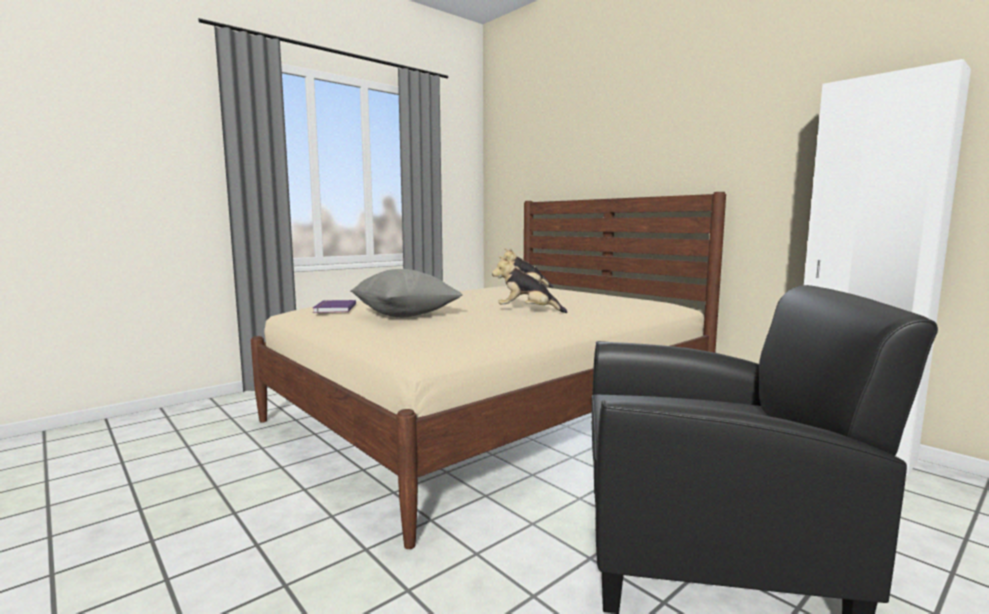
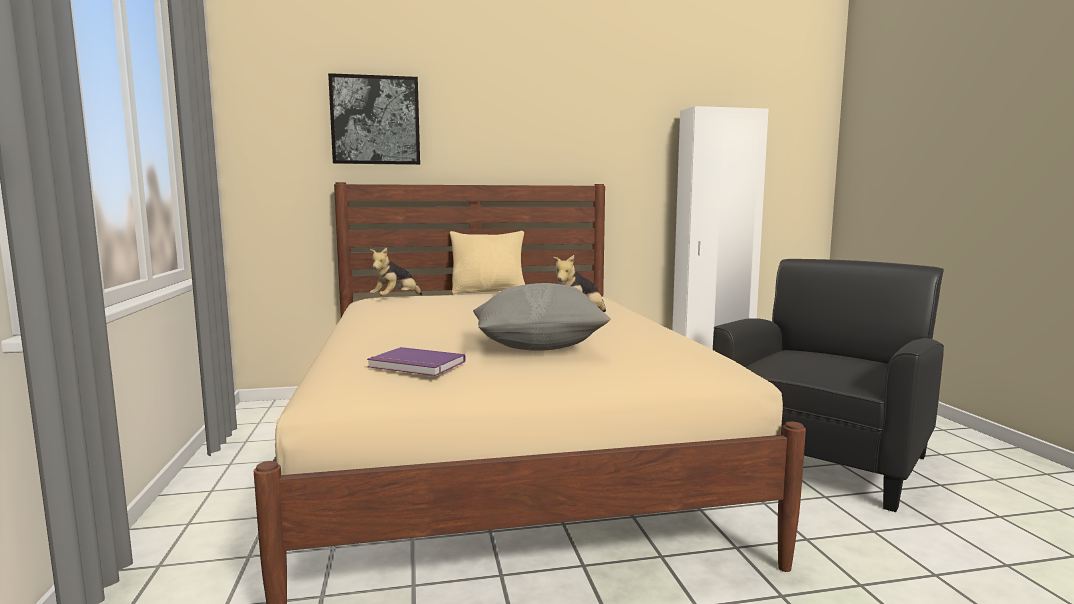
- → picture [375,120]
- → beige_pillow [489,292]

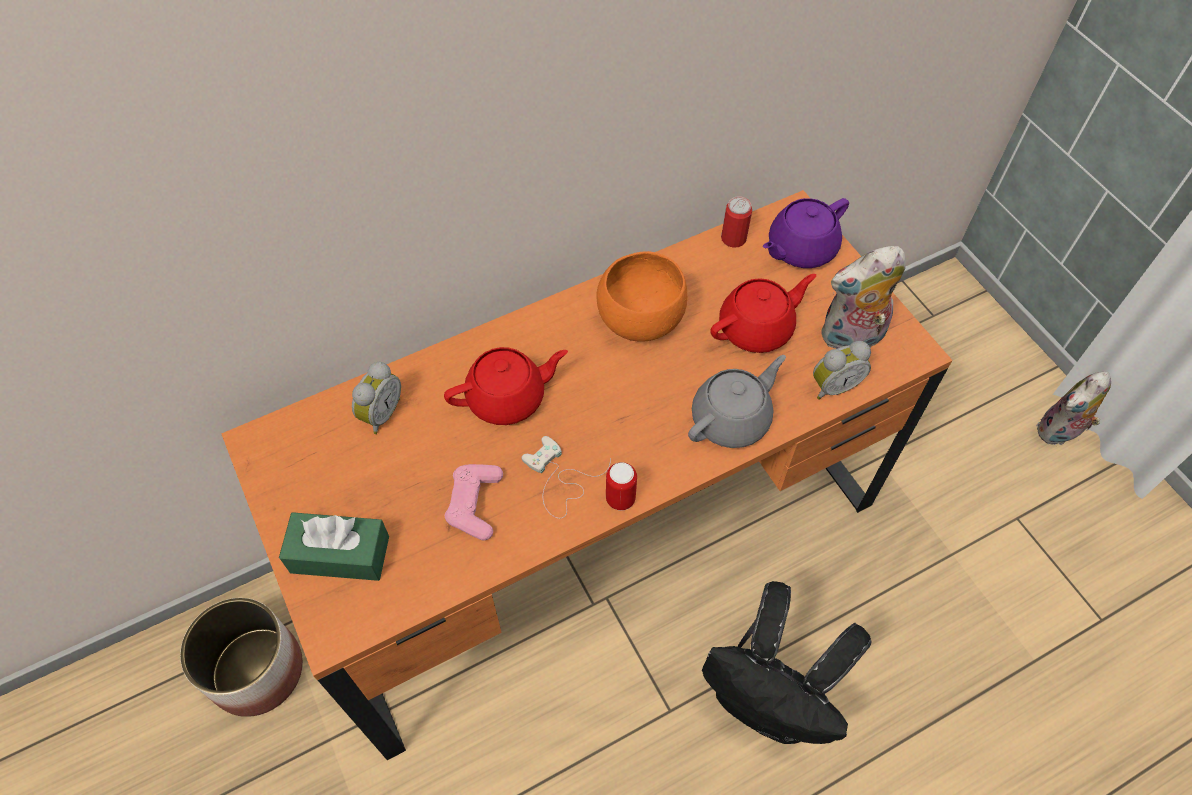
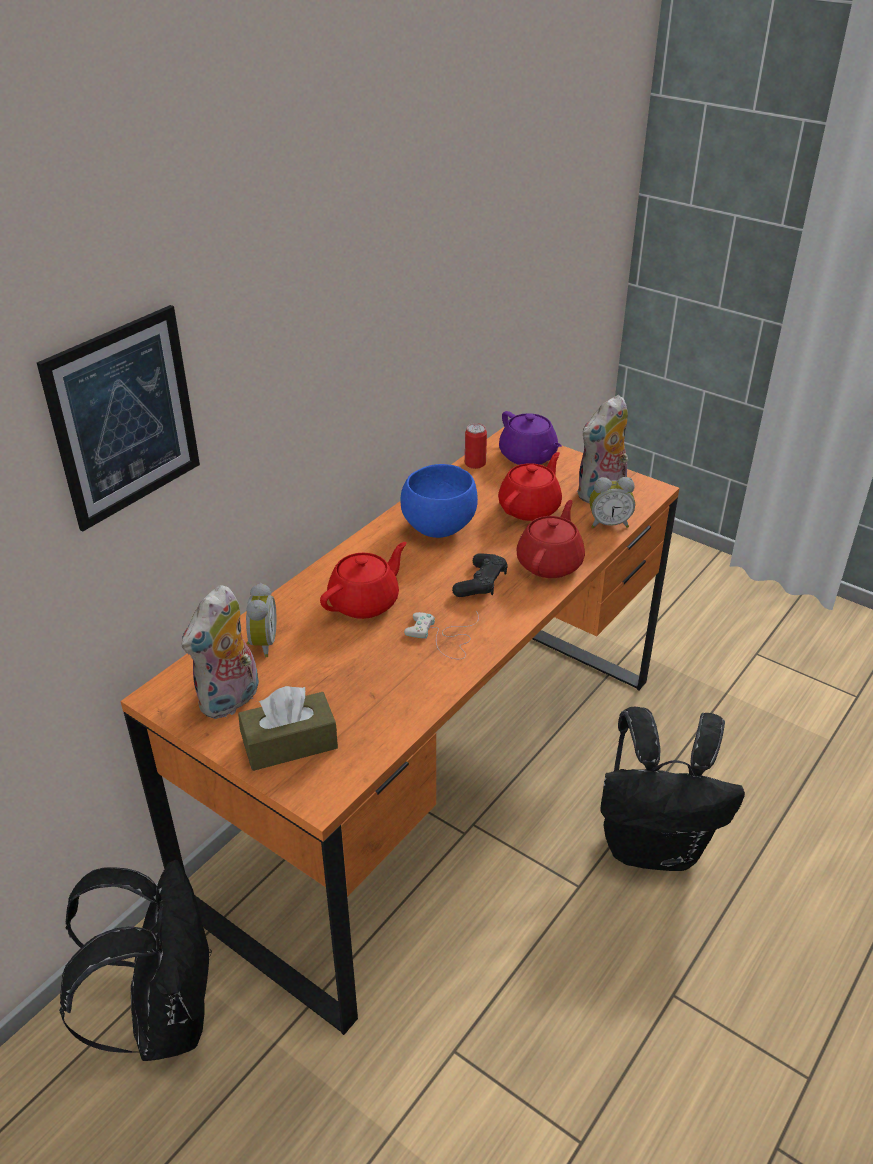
- → picture [124,418]
planter [256,669] → black_backpack [164,1015]
plush_toy [1059,432] → plush_toy [231,701], relocated
green_tissue_box [340,554] → brown_tissue_box [290,744]
orange_bowl [638,320] → blue_bowl [437,527]
- → black_game_controller [481,583]
purple_teapot [800,249] → purple_teapot [528,456], 60 degrees counterclockwise
grey_teapot [732,419] → red_teapot [550,563]
alarm_clock [833,385] → alarm_clock [608,523], 45 degrees clockwise
pink_game_controller [475,504] → -
can [620,499] → -

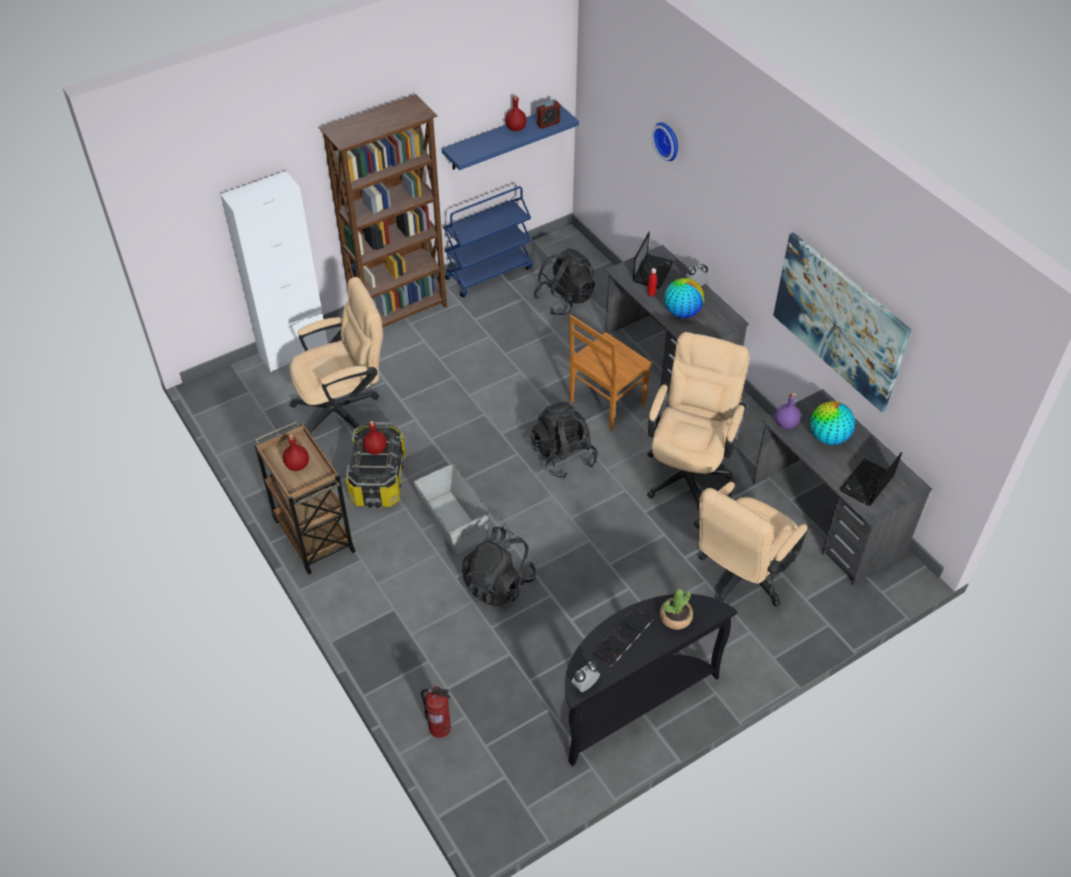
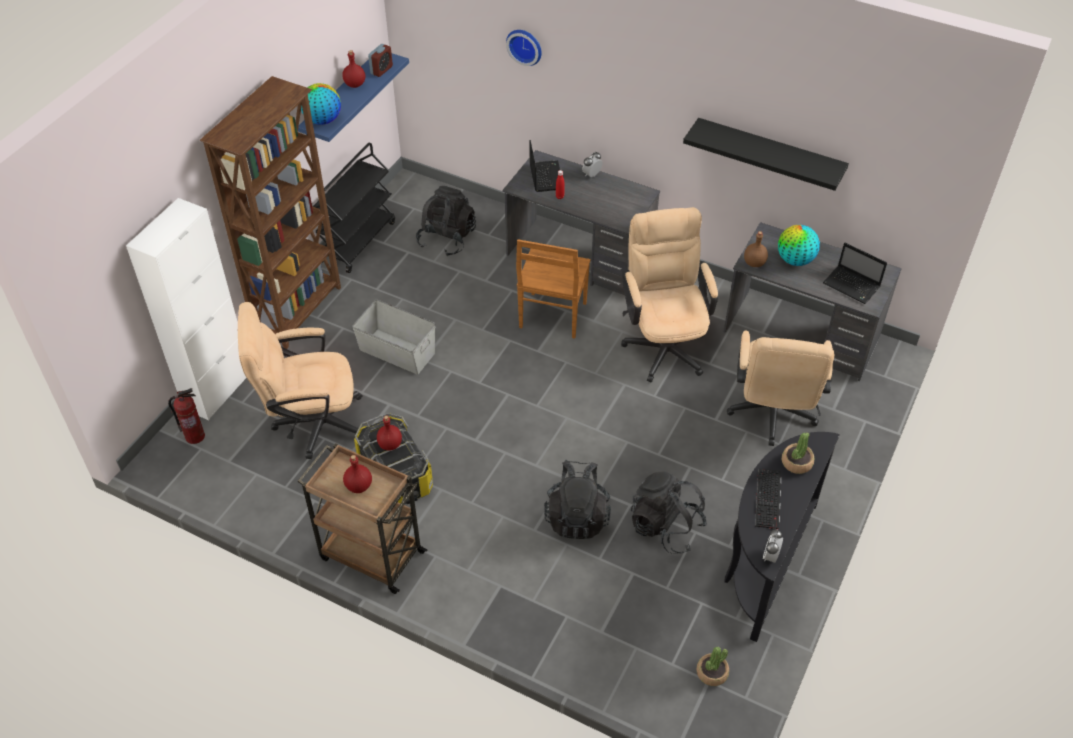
fire_extinguisher [440,727] → fire_extinguisher [195,436], relocated
beige_office_chair [344,408] → beige_office_chair [311,423], 135 degrees counterclockwise
globe [682,312] → globe [322,120], relocated
blue_cart [489,273] → black_cart [357,241]
grey_storage_box [453,521] → grey_storage_box [397,351], relocated
black_backpack [563,456] → black_backpack [665,527], relocated
picture [839,321] → black_shelf [769,153]
- → potted_plant [712,673]
purple_bottle [786,423] → brown_bottle [754,263]
laptop [866,484] → laptop [852,286], 60 degrees counterclockwise

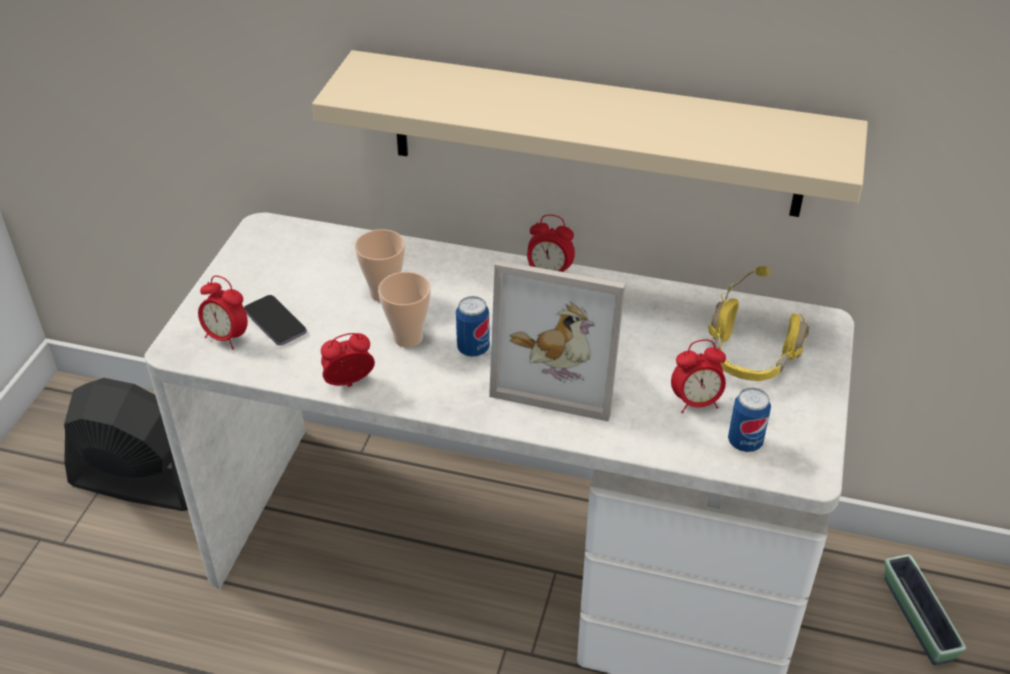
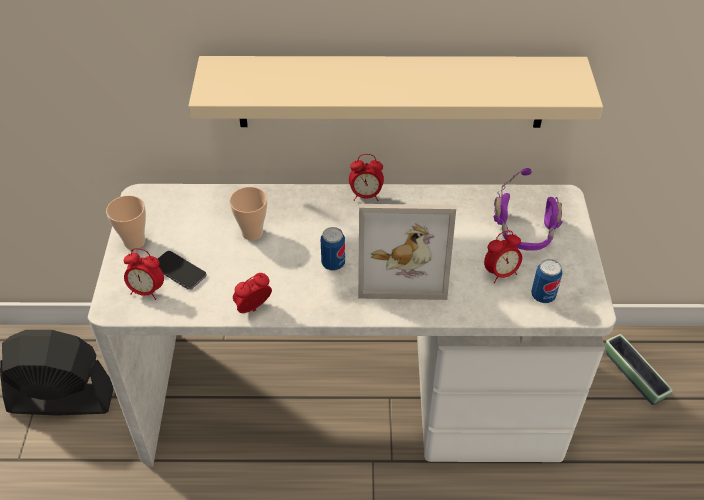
cup [408,338] → cup [134,242], relocated
yellow_headphones [751,357] → purple_headphones [525,232]

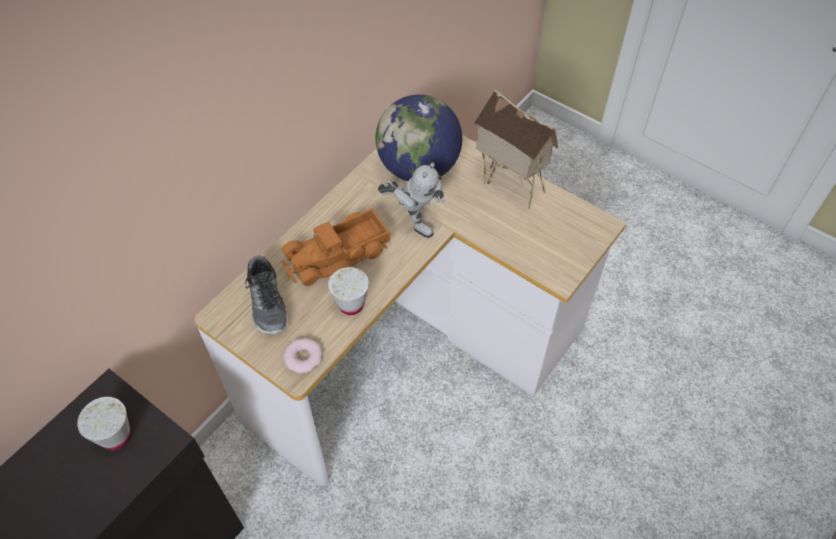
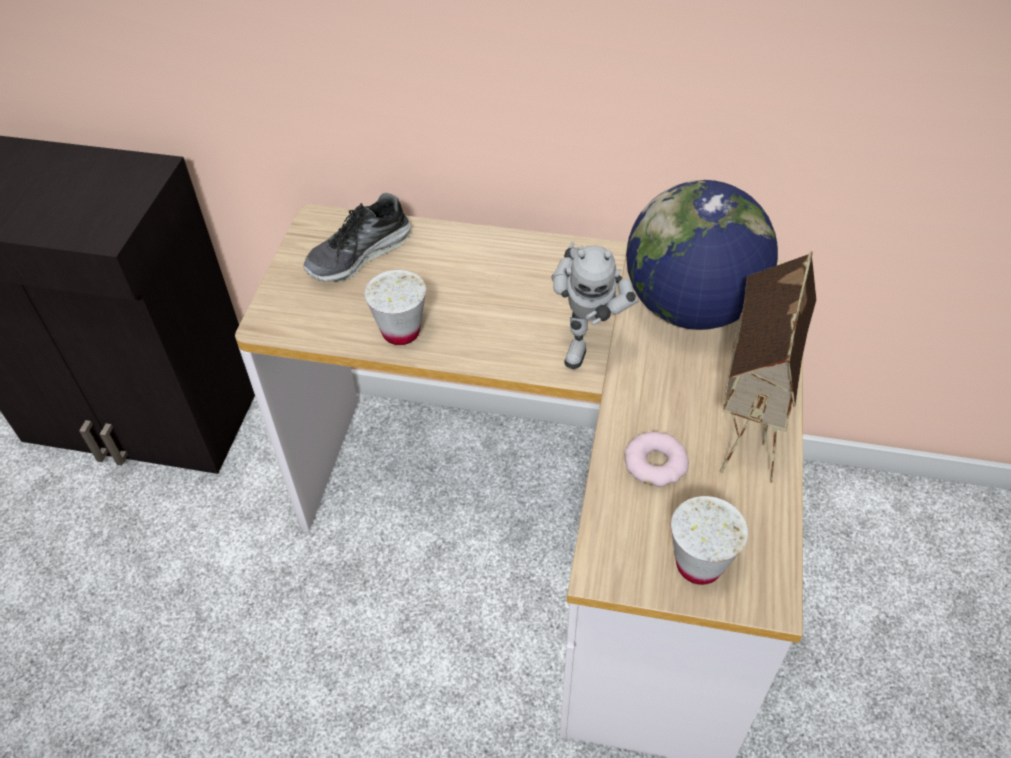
donut [303,357] → donut [655,463], relocated
white_cup [116,437] → white_cup [699,564], relocated
toy_truck [338,256] → -

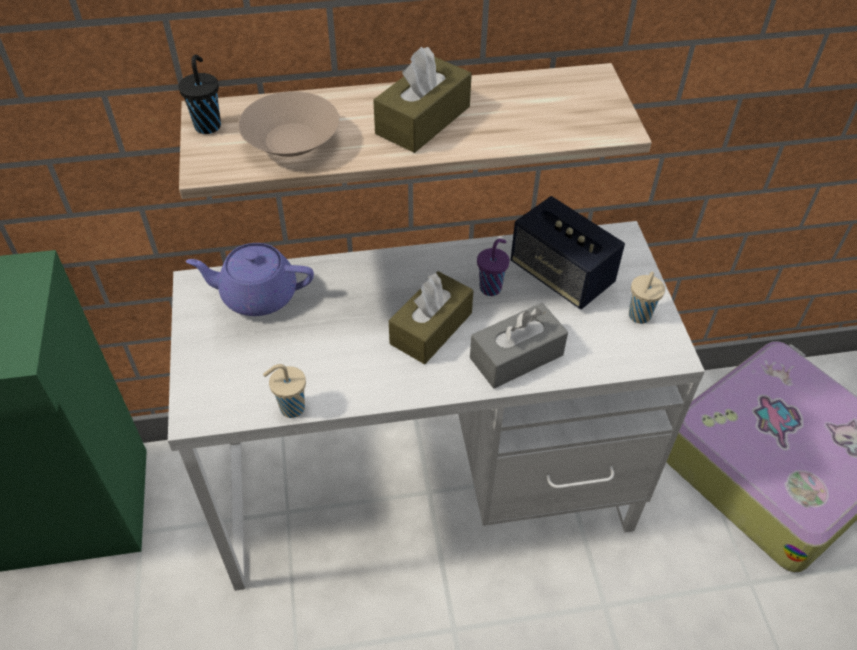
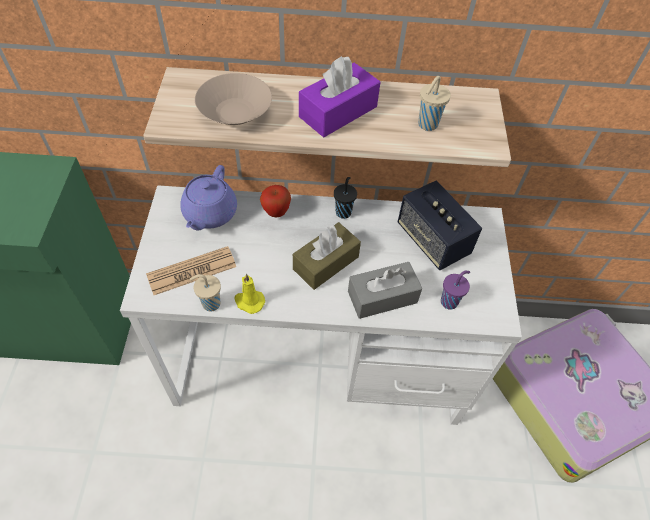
- → newspaper [192,271]
purple_teapot [257,295] → purple_teapot [209,214], 90 degrees counterclockwise
- → yellow_candle [249,301]
- → apple [276,212]
brown_tissue_box [423,120] → purple_tissue_box [338,112]
black_cup [208,125] → black_cup [343,212], relocated
beige_cup [639,316] → beige_cup [427,125], relocated
purple_cup [491,287] → purple_cup [450,301], relocated

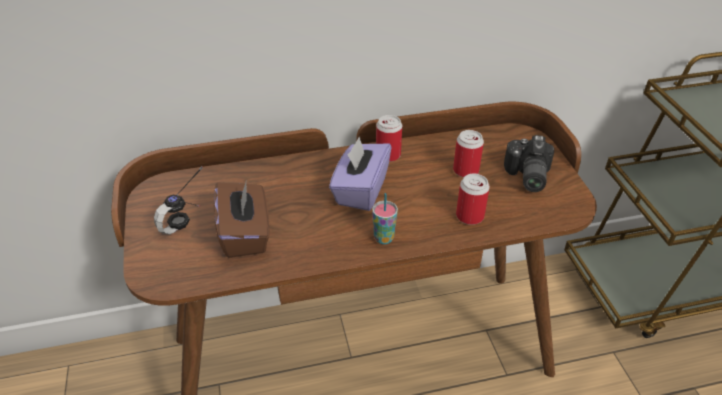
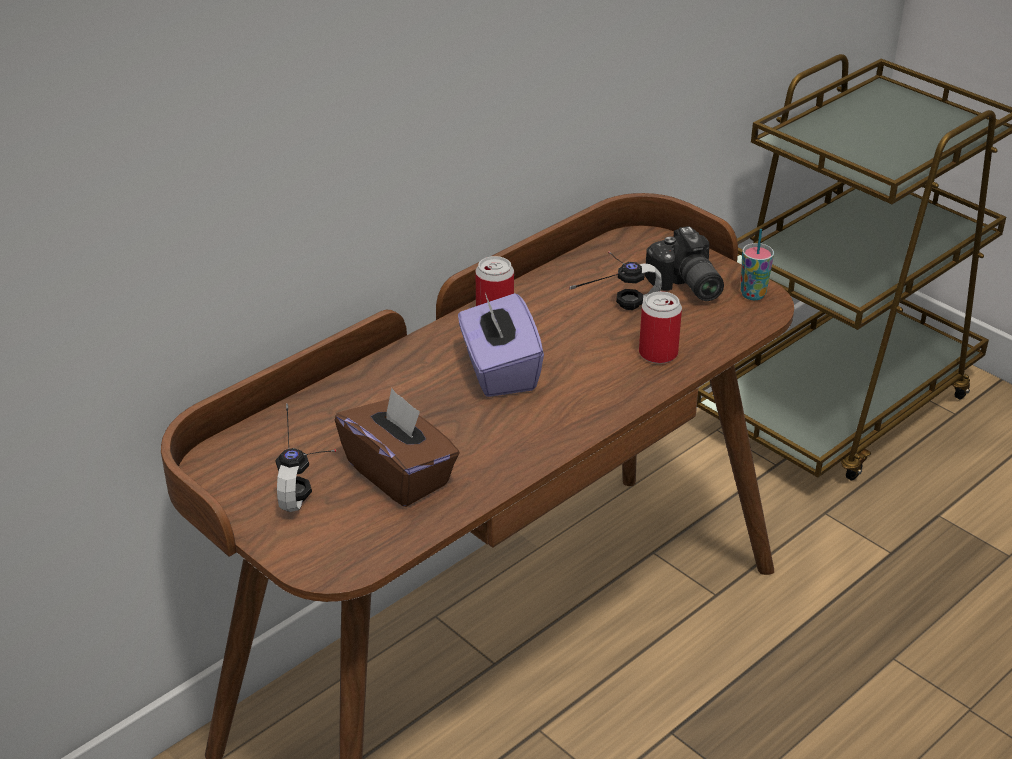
can [465,170] → headphones [609,303]
cup [384,238] → cup [753,294], relocated

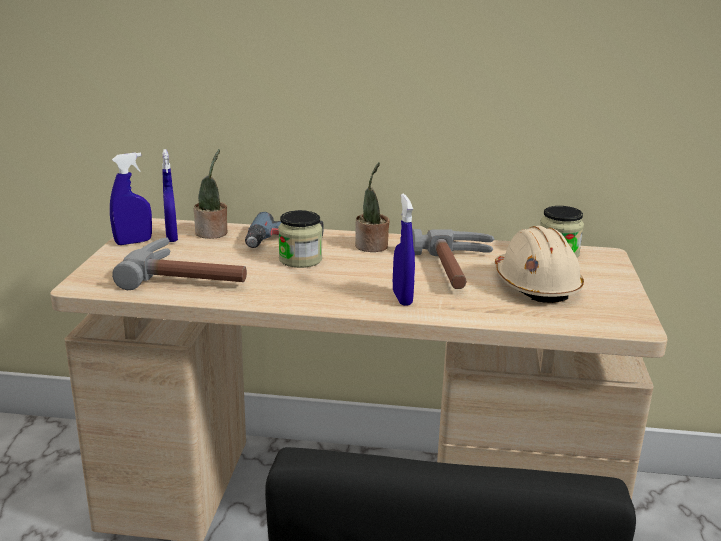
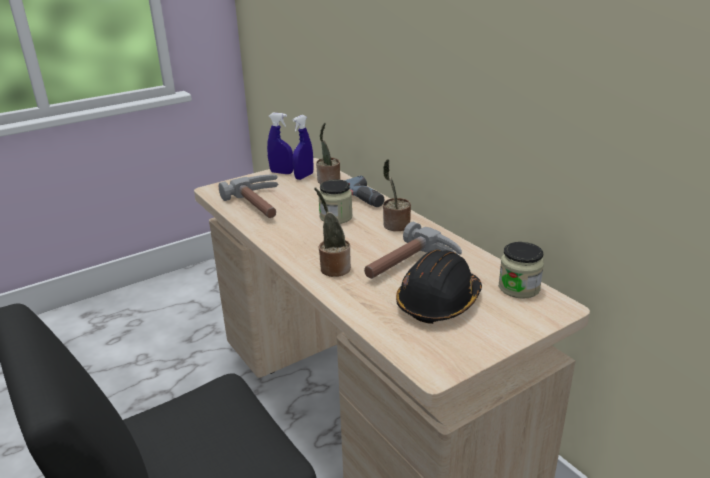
blue_spray_bottle [402,298] → potted_plant [333,268]
beige_hard_hat [535,285] → black_hard_hat [438,302]

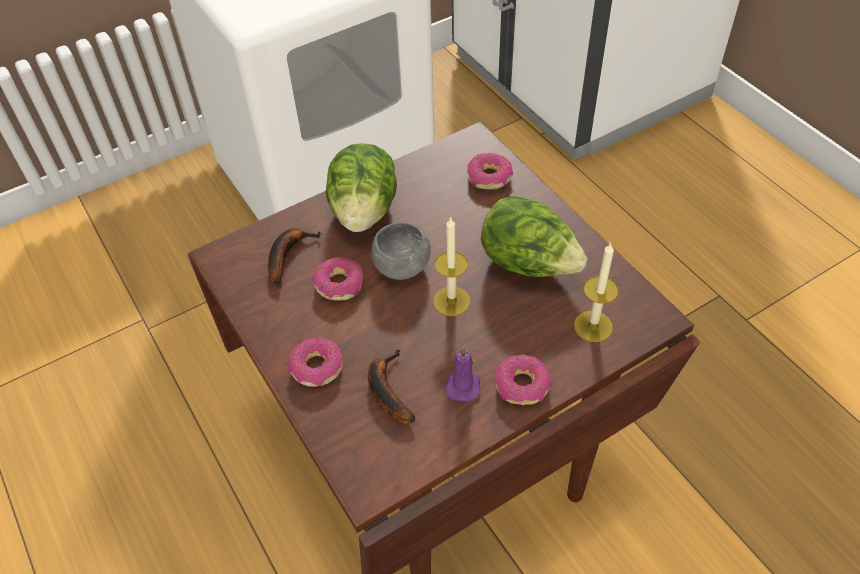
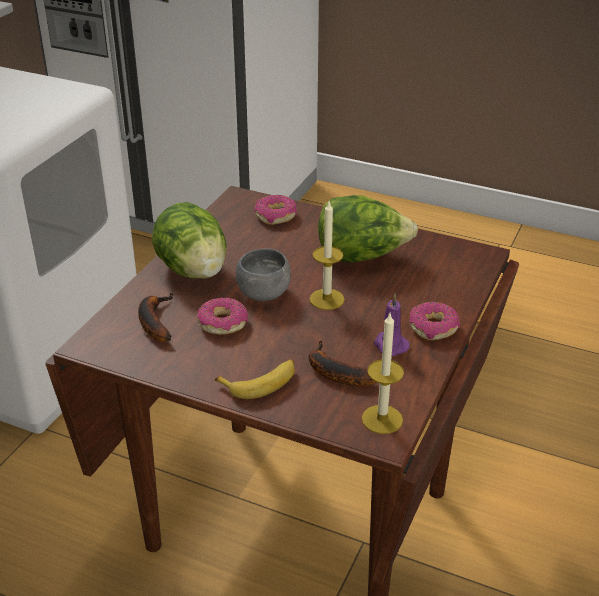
donut [316,368] → banana [261,383]
candle [593,326] → candle [382,419], relocated

